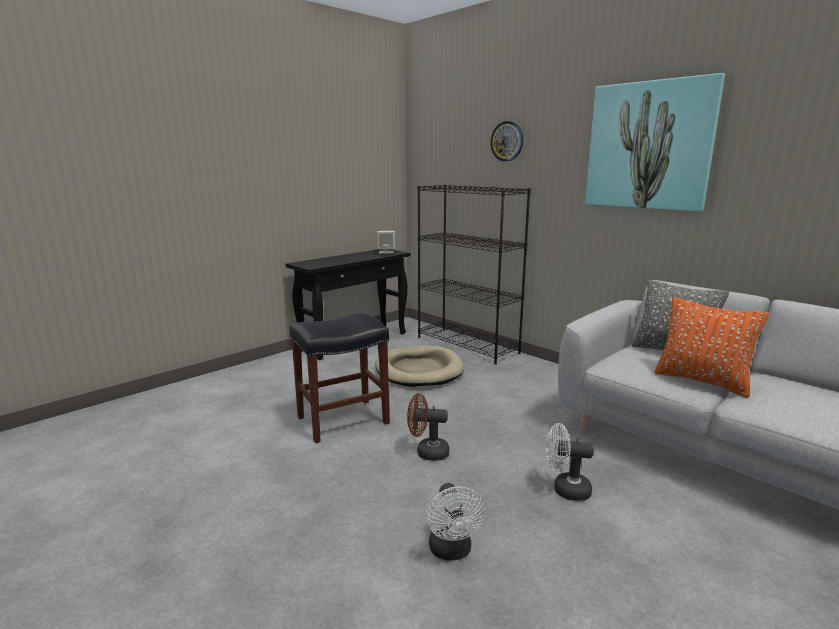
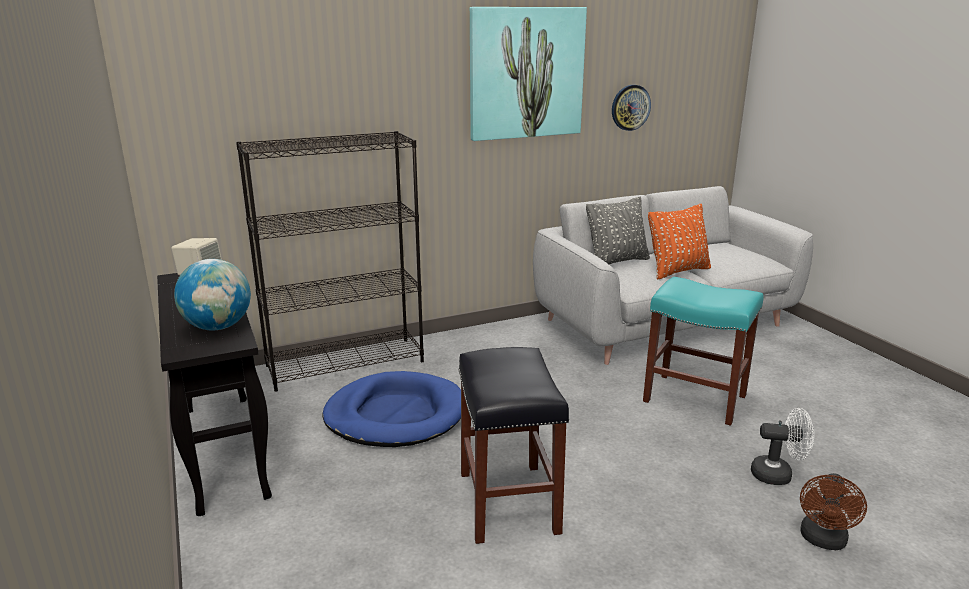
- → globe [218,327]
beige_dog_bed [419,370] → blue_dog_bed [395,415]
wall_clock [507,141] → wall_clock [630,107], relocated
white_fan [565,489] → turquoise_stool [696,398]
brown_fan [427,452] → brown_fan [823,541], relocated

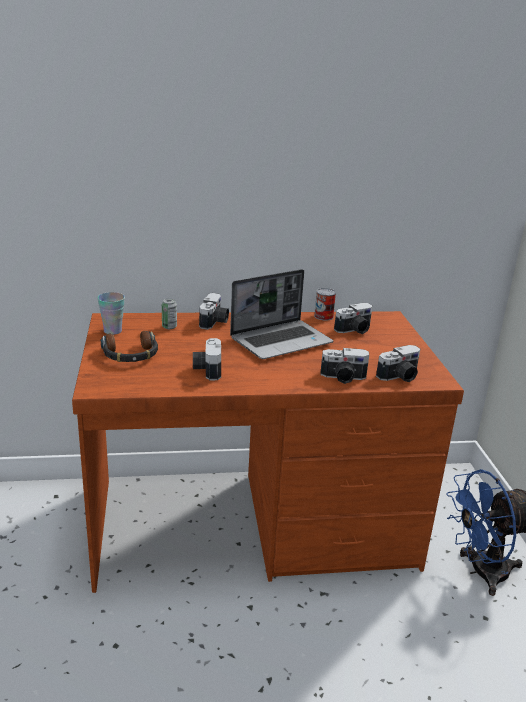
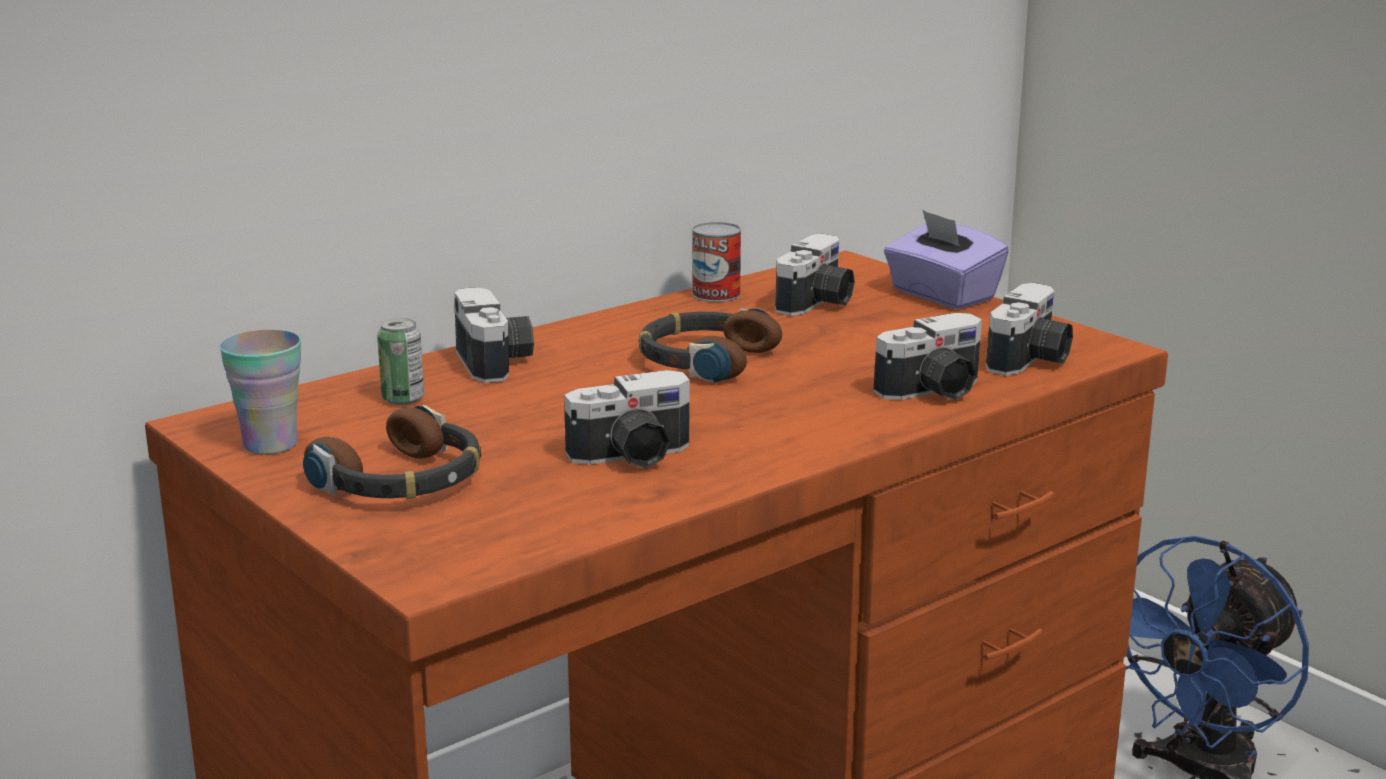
photo_camera [206,369] → photo_camera [633,457], 75 degrees counterclockwise
laptop [281,341] → headphones [704,360]
- → purple_tissue_box [942,296]

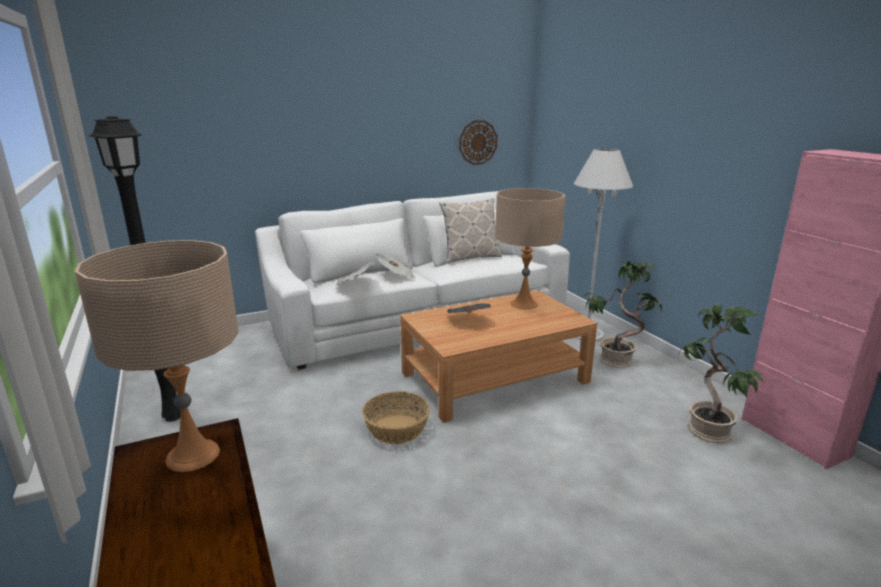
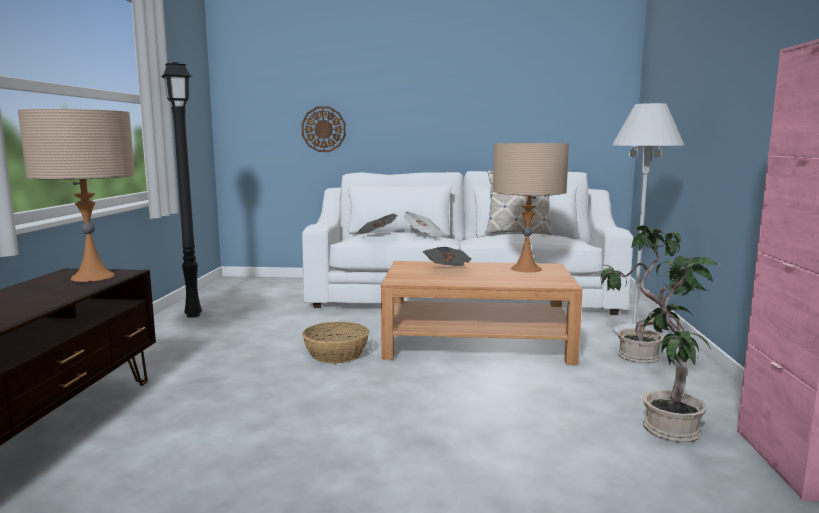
wall_clock [478,142] → wall_clock [323,129], relocated

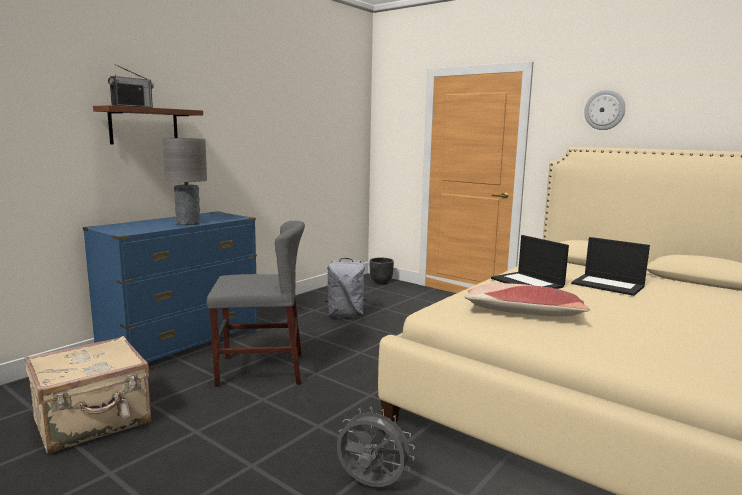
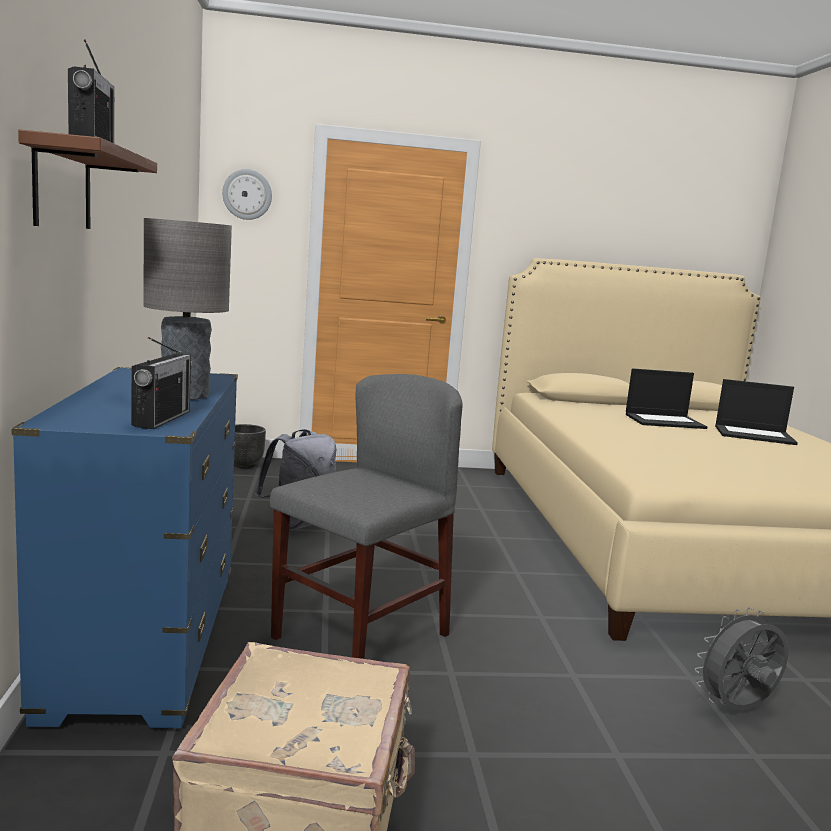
- → radio [162,419]
wall_clock [604,110] → wall_clock [247,194], relocated
laptop [528,283] → laptop [755,435], relocated
pillow [523,313] → -

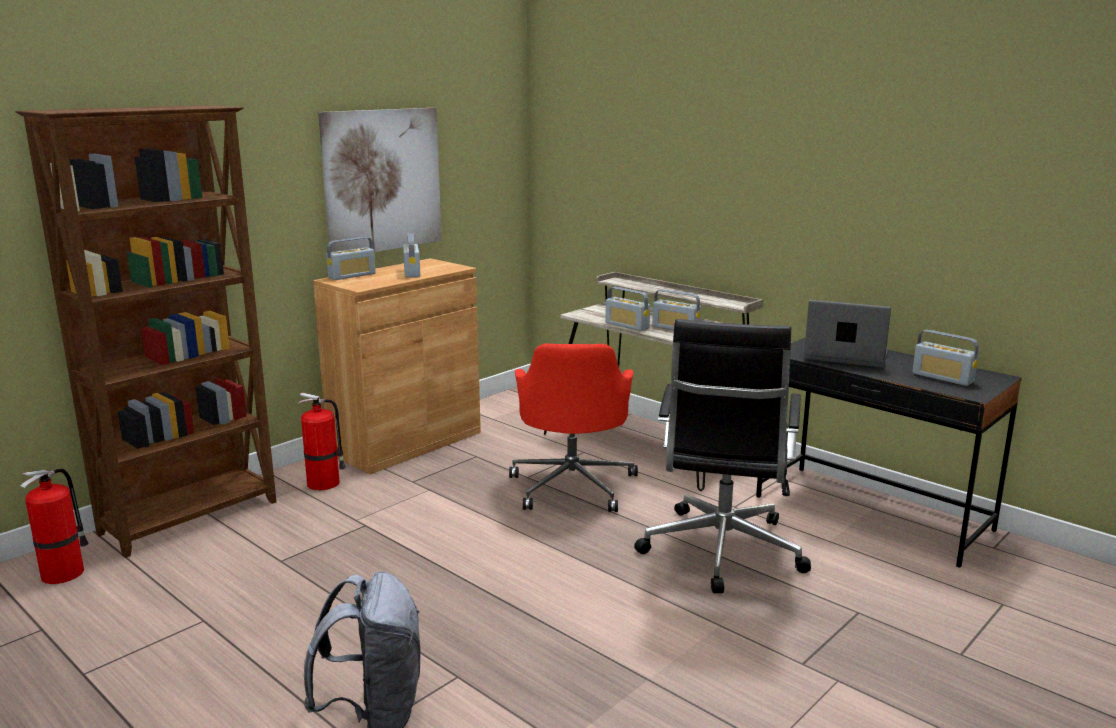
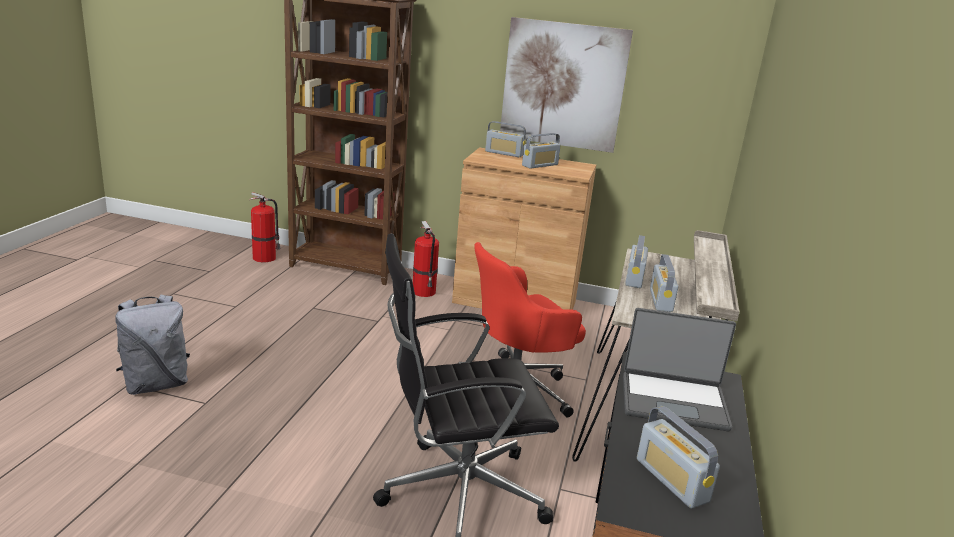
laptop [845,356] → laptop [673,401], 105 degrees clockwise
radio [943,378] → radio [672,480], 45 degrees counterclockwise

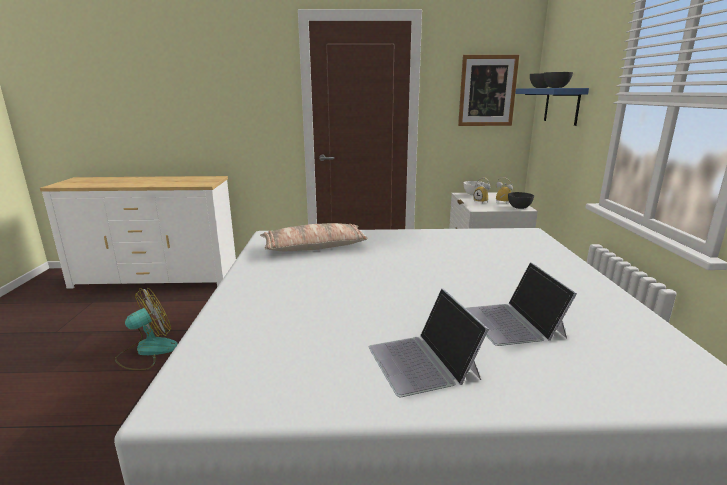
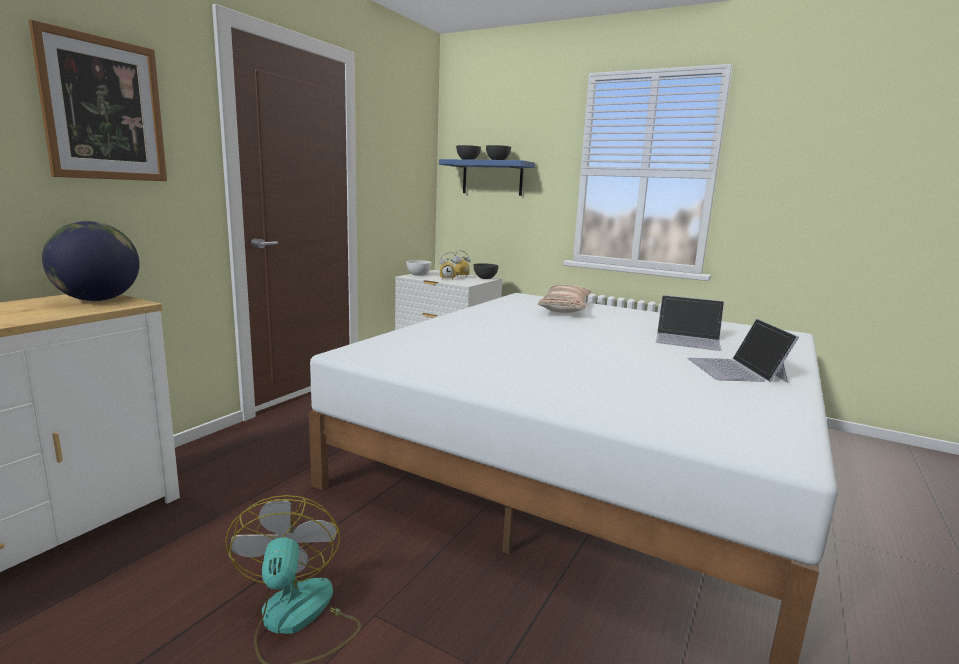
picture [487,91] → picture [104,109], relocated
- → globe [97,300]
pillow [314,247] → pillow [565,308], relocated
laptop [423,362] → laptop [736,370], 75 degrees clockwise

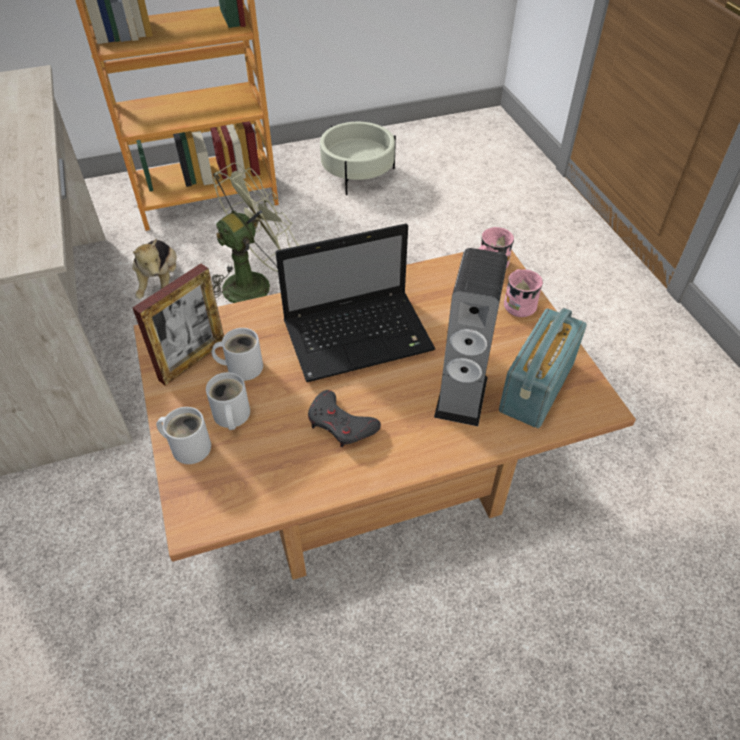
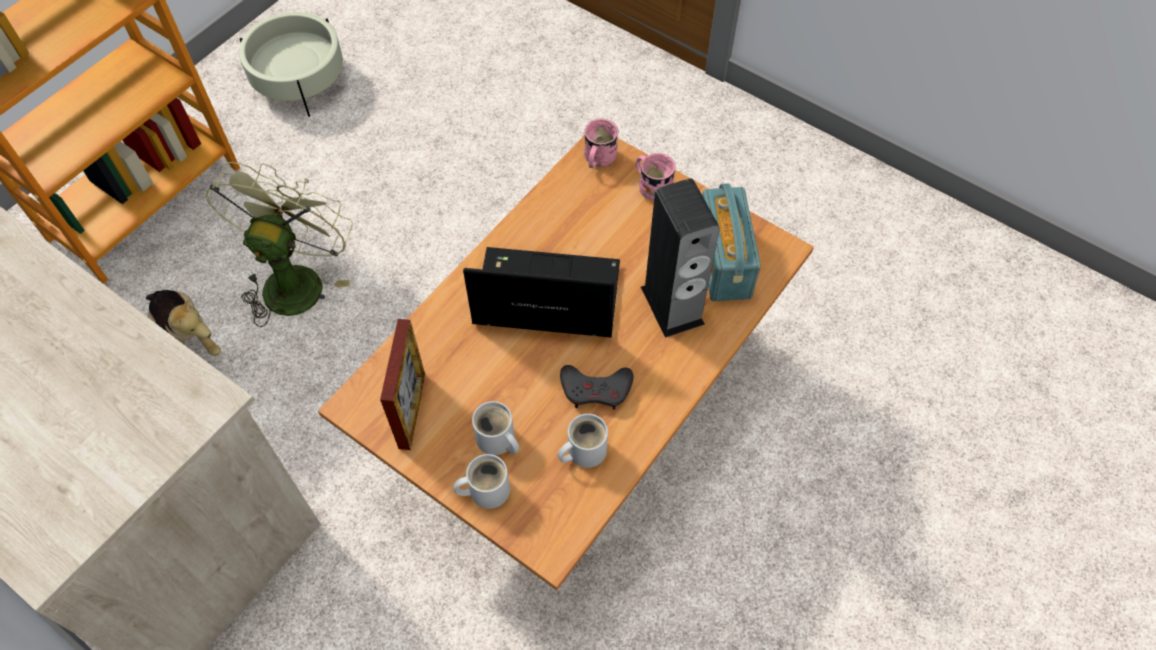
laptop [360,336] → laptop [543,296], 120 degrees counterclockwise
white_mug [242,366] → white_mug [583,451], relocated

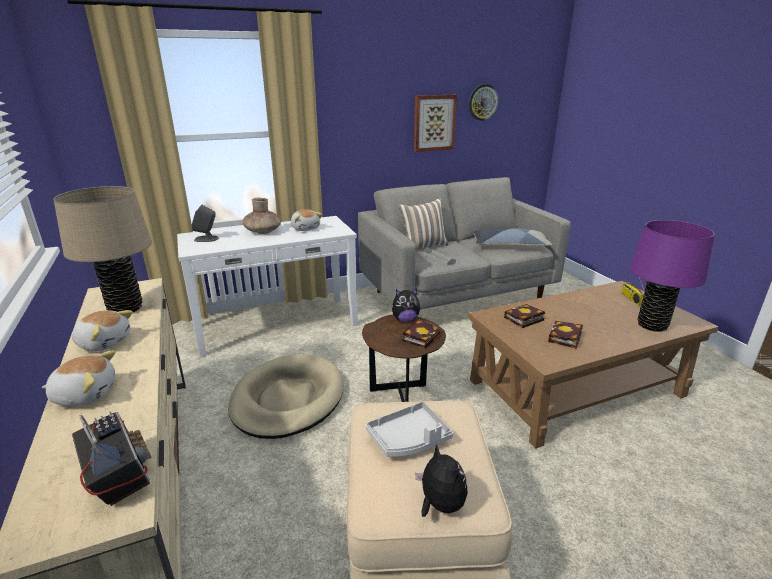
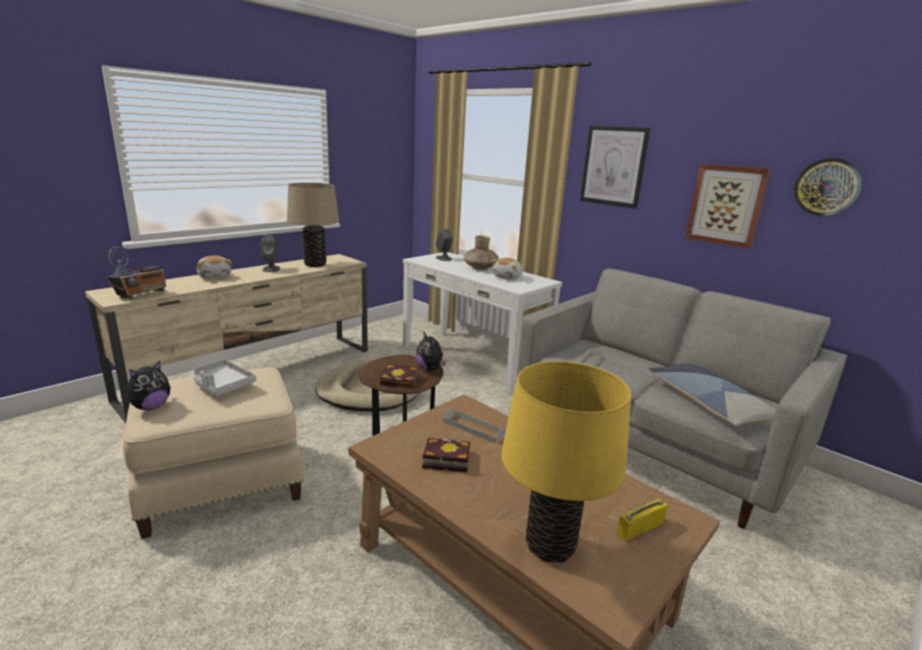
plush_toy [104,342] → grey_speaker [271,269]
book [523,319] → grey_tray [473,428]
purple_table_lamp [652,325] → yellow_table_lamp [550,545]
- → picture [613,166]
pillow [423,247] → -

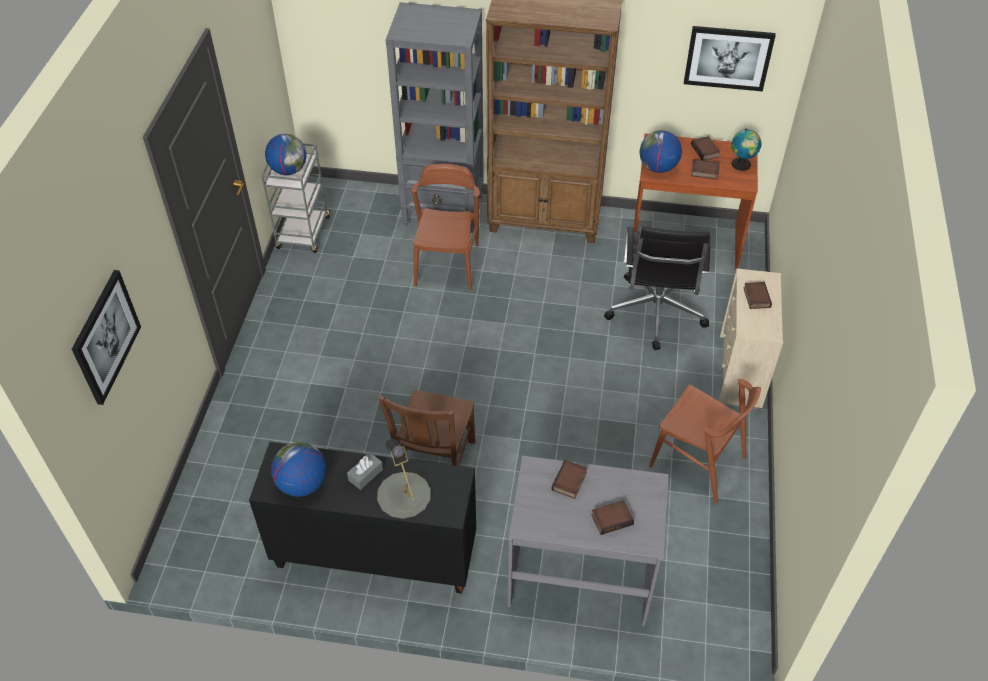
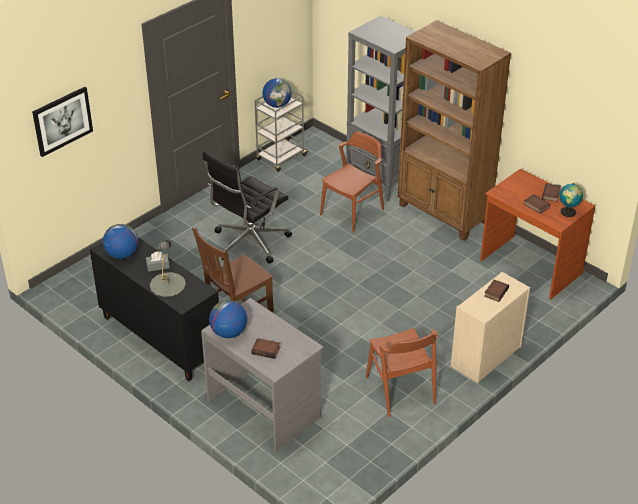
black_office_chair [655,313] → black_office_chair [248,243], relocated
globe [658,167] → globe [228,333], relocated
book [570,482] → -
picture [728,58] → -

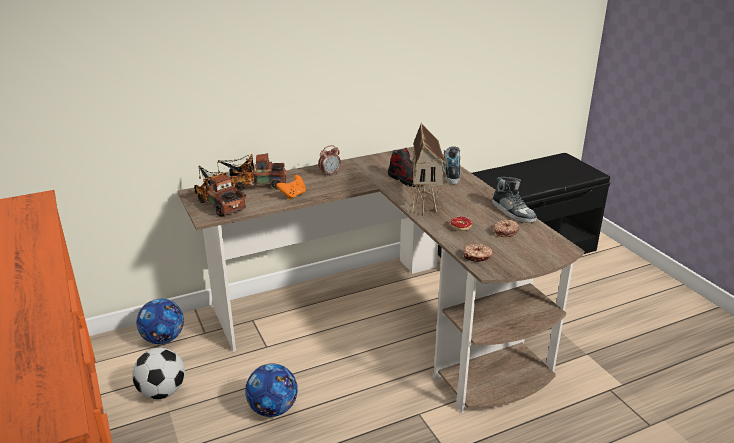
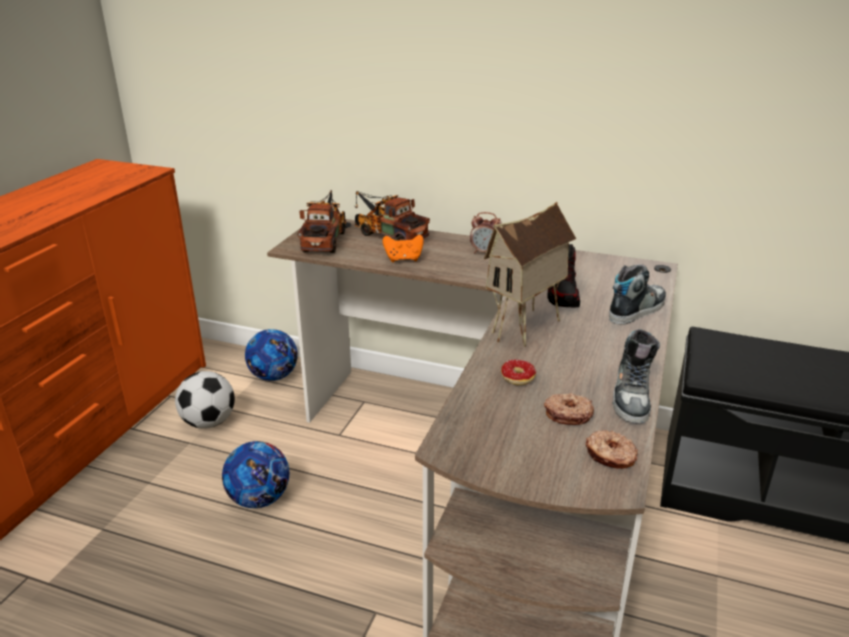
donut [477,257] → donut [610,456], relocated

